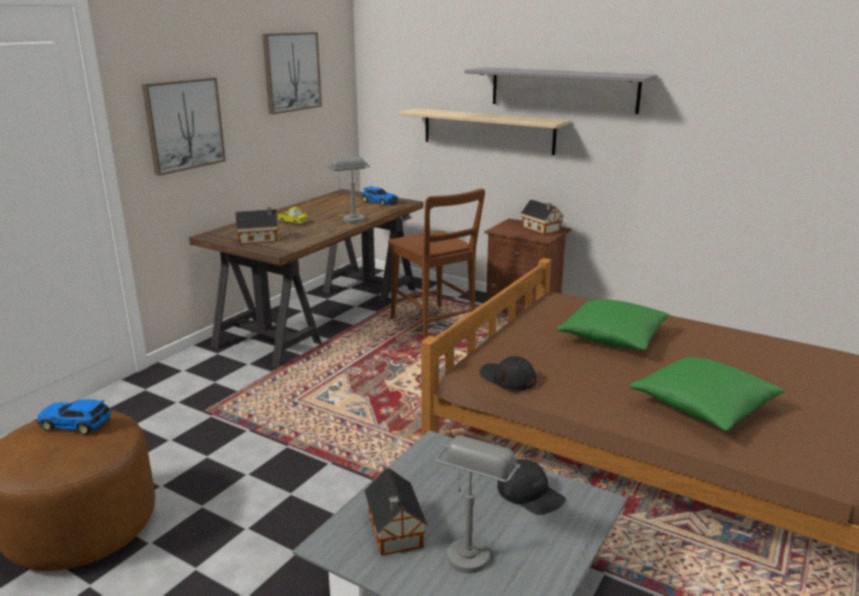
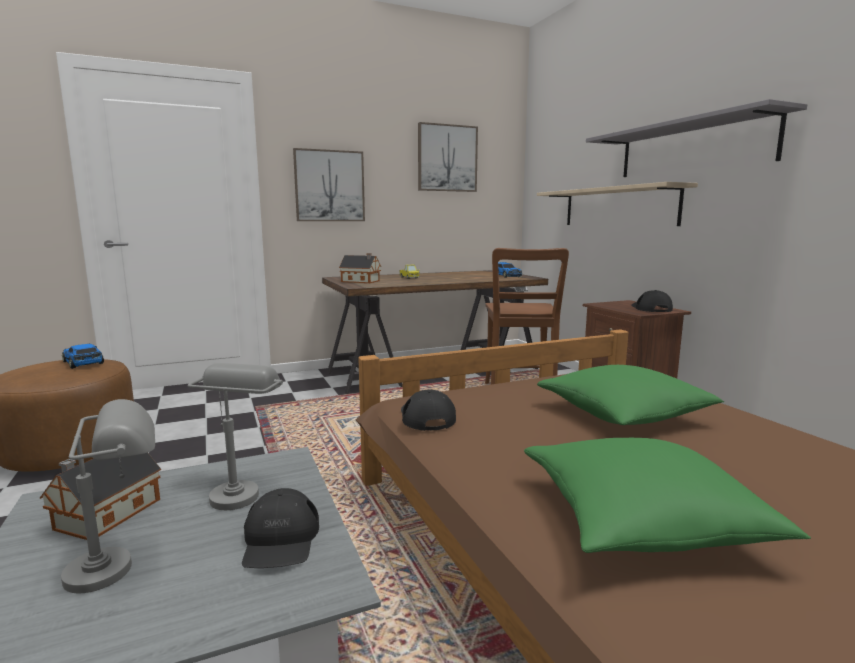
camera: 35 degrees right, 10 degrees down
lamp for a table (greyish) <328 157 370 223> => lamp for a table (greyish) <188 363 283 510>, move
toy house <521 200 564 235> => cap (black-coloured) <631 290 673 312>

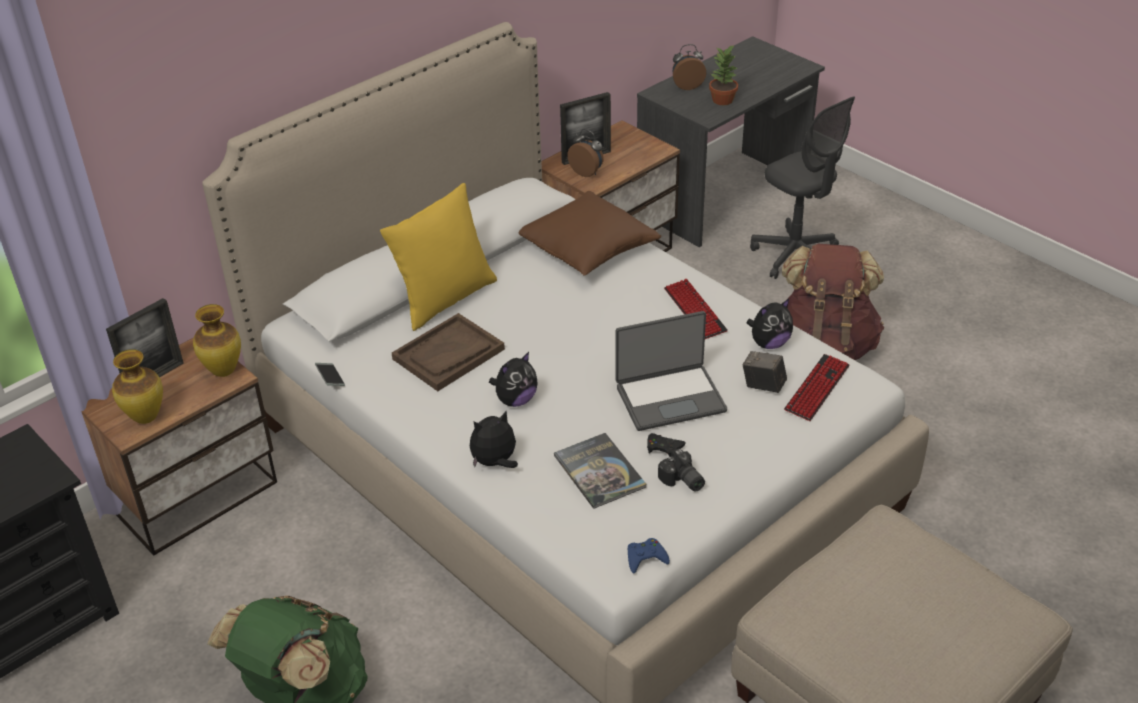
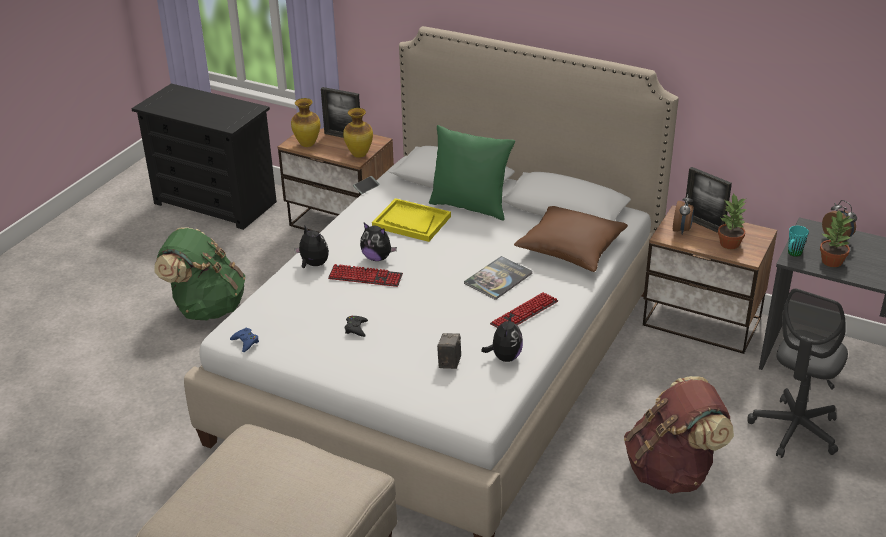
camera: 70 degrees right, 5 degrees down
pillow (yellow) <380 183 497 331> => pillow (green) <429 125 515 220>
plush toy <747 299 793 349> => plush toy <481 314 523 362>, 120 degrees counterclockwise
portable computer <616 311 727 431> => nothing
serving tray (brownish) <392 313 505 391> => serving tray (yellow) <372 198 451 242>
computer keyboard <784 354 850 421> => computer keyboard <328 264 403 287>, move
volume <554 433 647 509> => volume <464 256 533 300>, move
photo camera <658 449 705 492> => nothing
nothing => plant in a pot <718 193 747 249>
nothing => coffee mug (blue-green) <788 226 809 257>

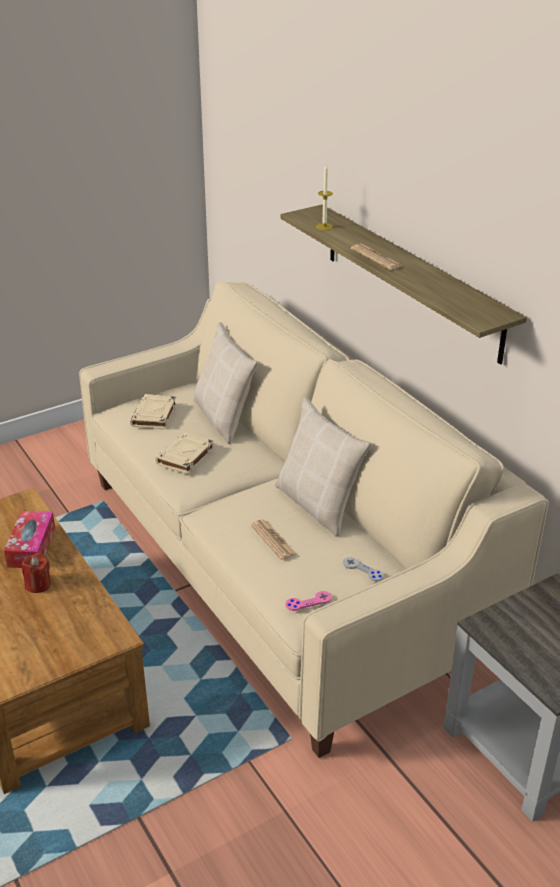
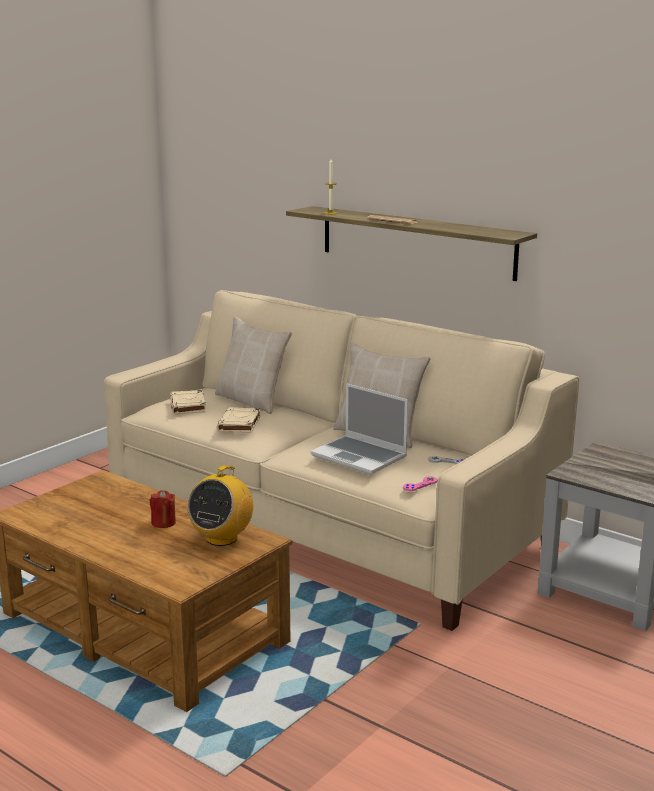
camera: 20 degrees left, 15 degrees down
tissue box <4 511 55 568> => nothing
daily paper <251 519 297 560> => portable computer <311 383 408 475>
nothing => radio set <188 465 253 546>

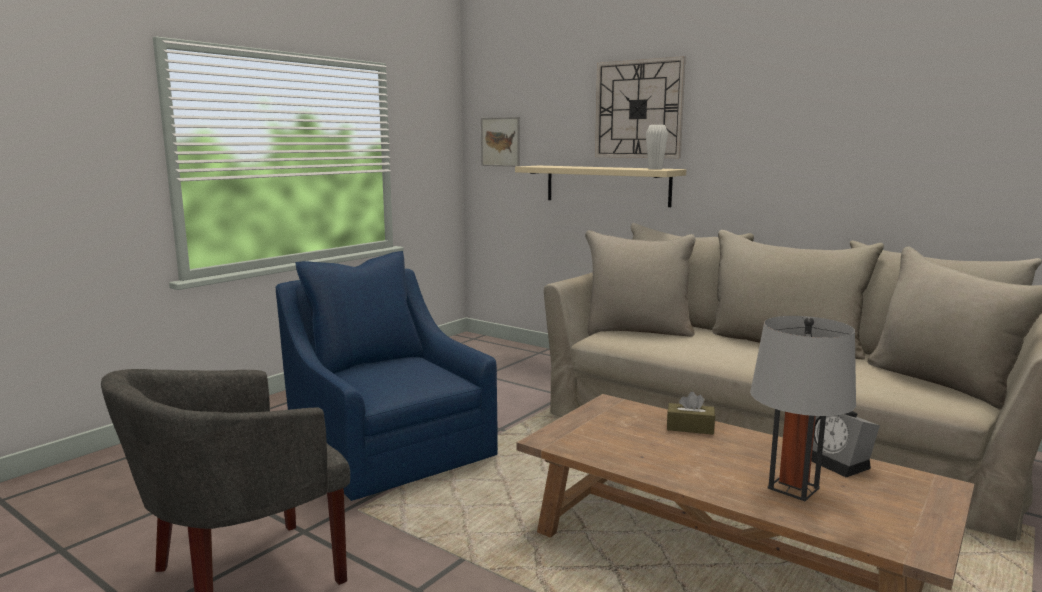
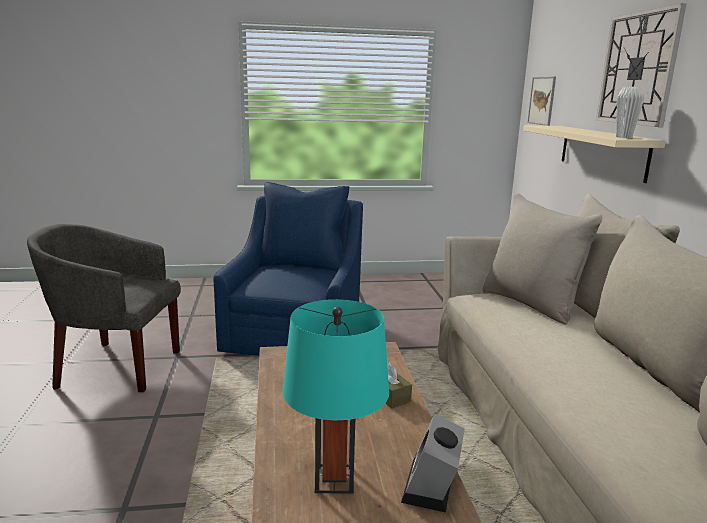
camera: 45 degrees right, 5 degrees up
lamp for a table (greyish) <750 316 856 501> => lamp for a table (blue-green) <283 299 389 494>

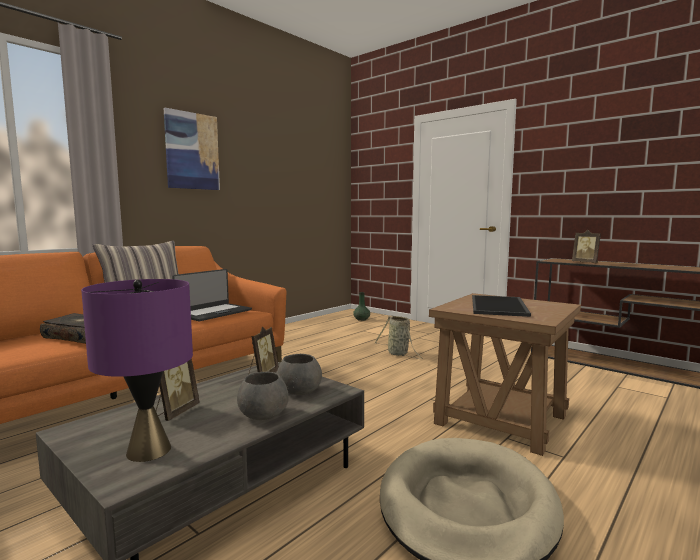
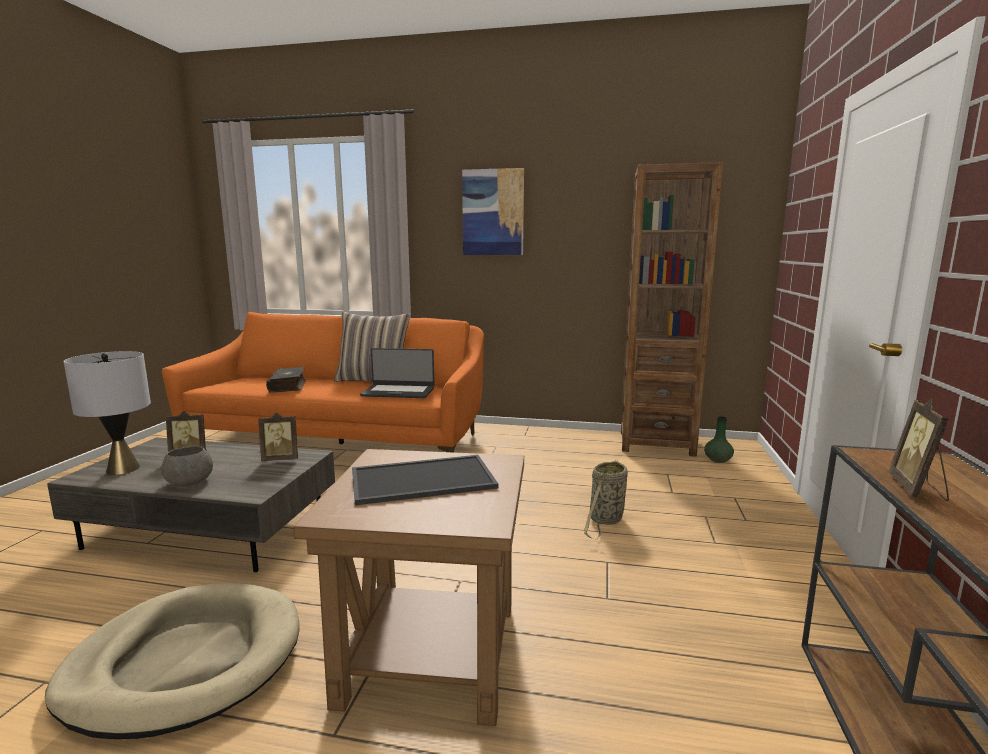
camera: 60 degrees right, 5 degrees up
lamp for a table (purple) <81 279 193 462> => lamp for a table (greyish) <64 351 151 475>
serving bowl (greyish) <277 354 322 395> => nothing
nothing => bookshelf (brownish) <621 162 723 457>

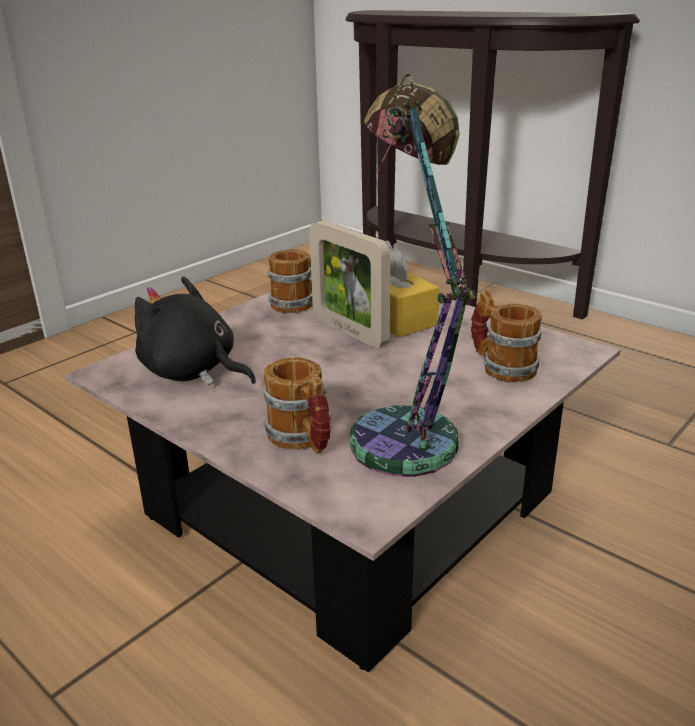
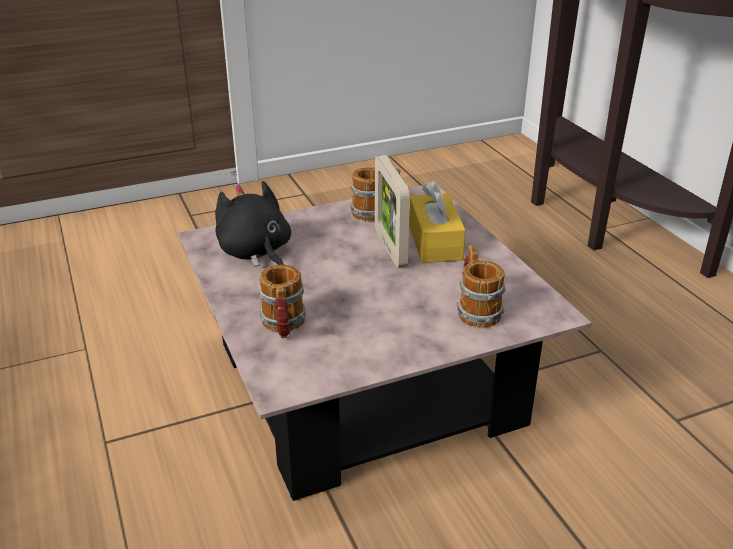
camera: 25 degrees right, 5 degrees up
lamp for a table <350 74 476 477> => nothing

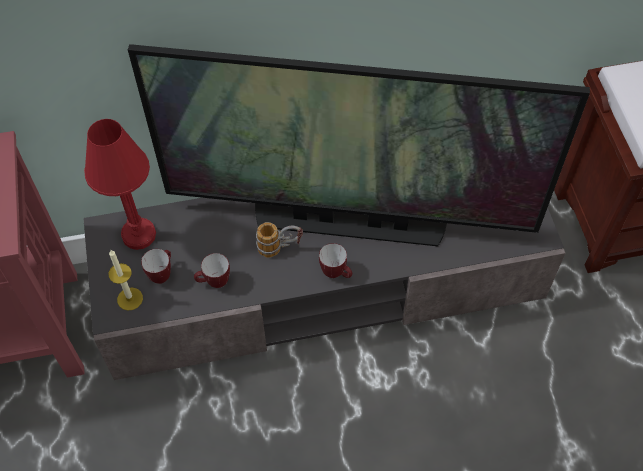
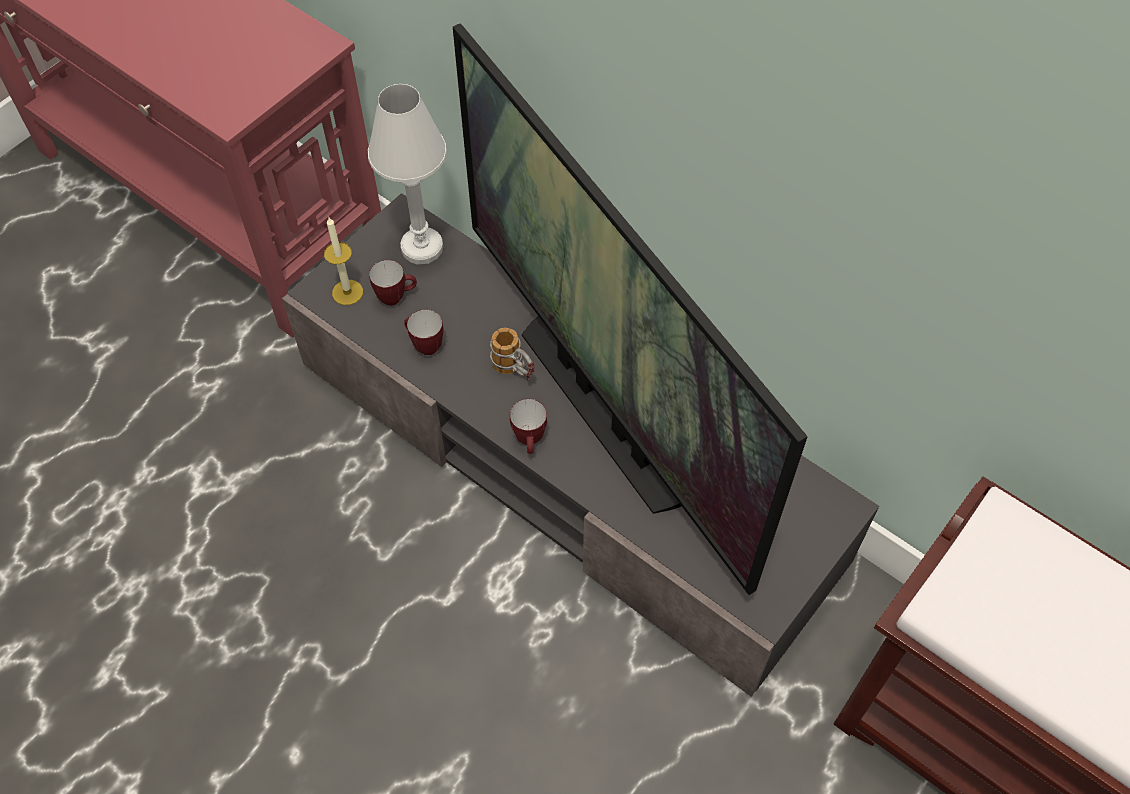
camera: 50 degrees right, 0 degrees up
lamp for a table (red) <84 119 156 250> => lamp for a table (white) <368 84 447 264>

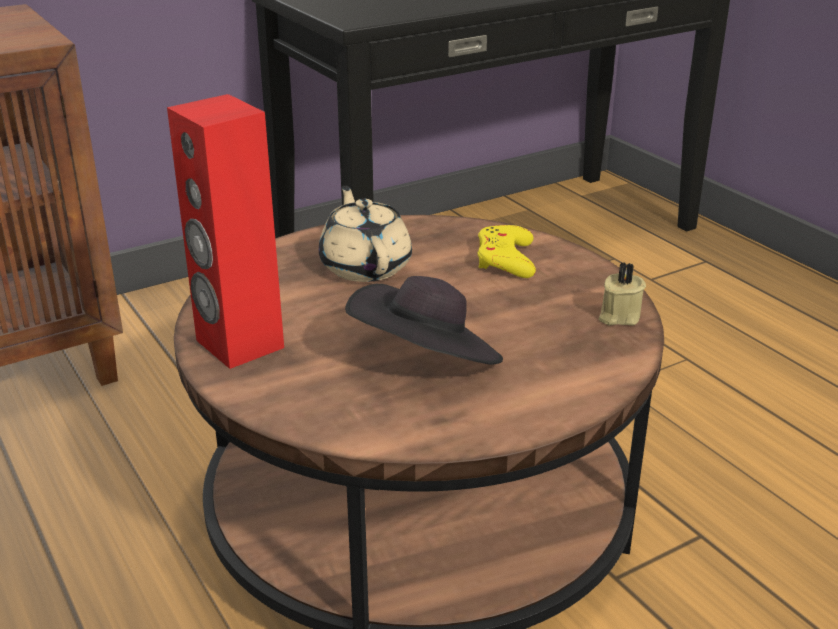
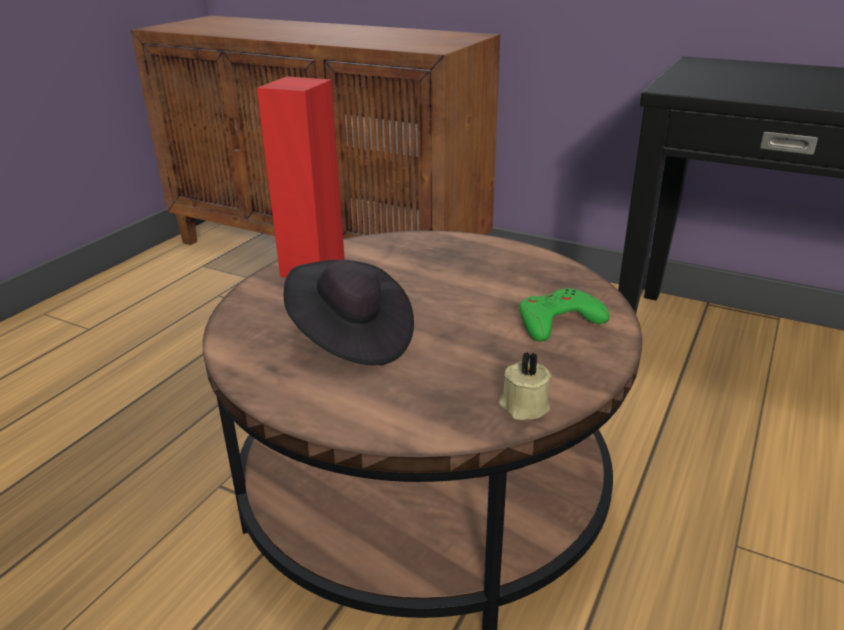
camera: 60 degrees right, 0 degrees up
teapot (beige-coloured) <319 186 412 282> => nothing
joypad (yellow) <478 225 536 278> => joypad (green) <519 288 610 342>

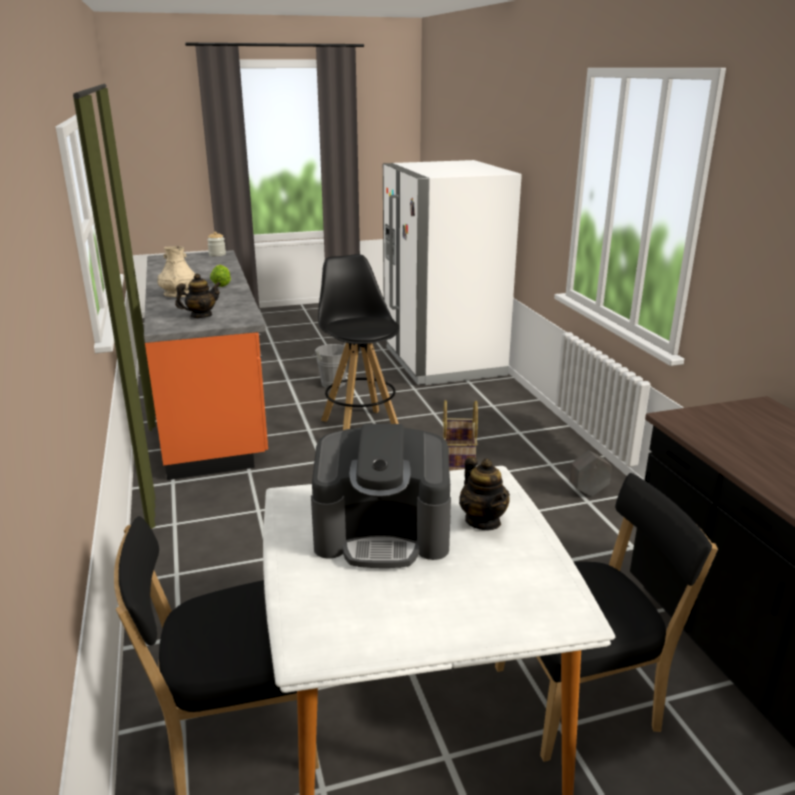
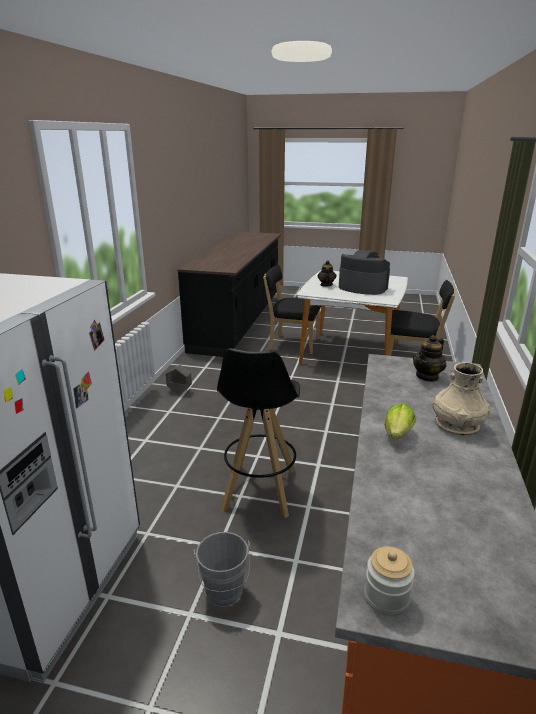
camera: 150 degrees left, 0 degrees up
teapot <175 273 221 318> => teapot <413 335 446 382>, 45 degrees counterclockwise
basket <443 400 478 471> => nothing

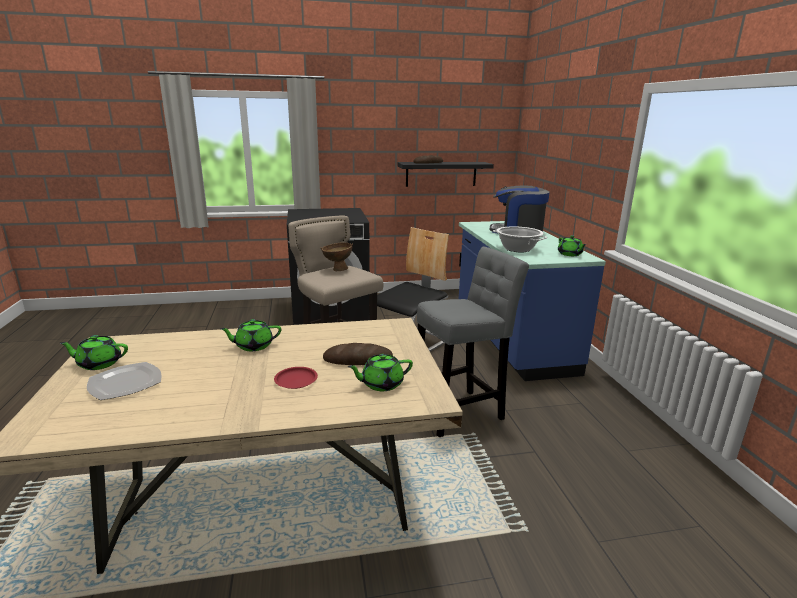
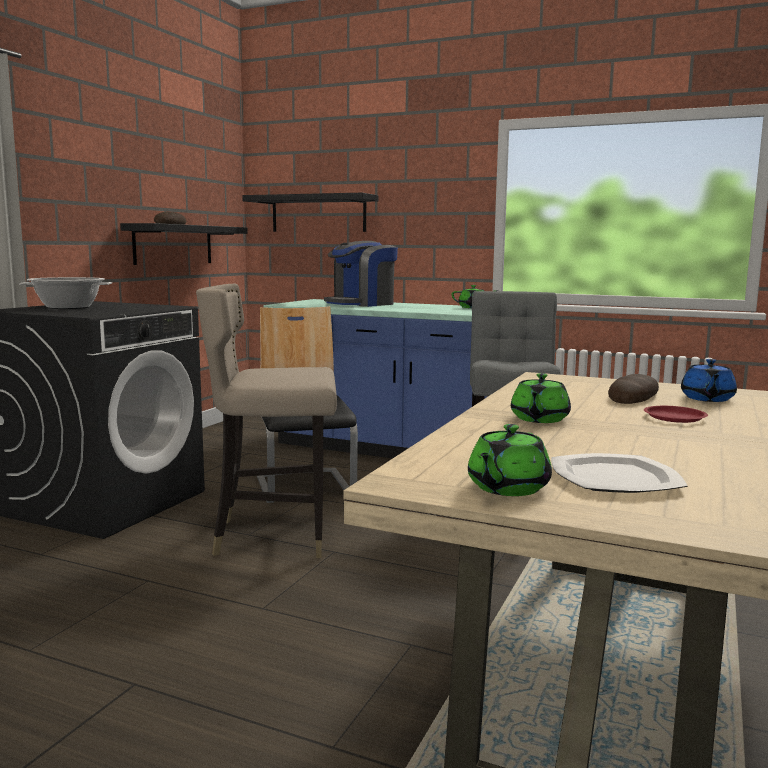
camera: 55 degrees left, 10 degrees down
stockpot <493 226 547 252> => stockpot <19 277 112 309>, move
serving bowl (brownish) <320 242 353 271> => nothing
teapot (green) <347 354 413 391> => teapot (blue) <681 359 737 402>
nothing => wall shelf (black-coloured) <242 193 378 232>

